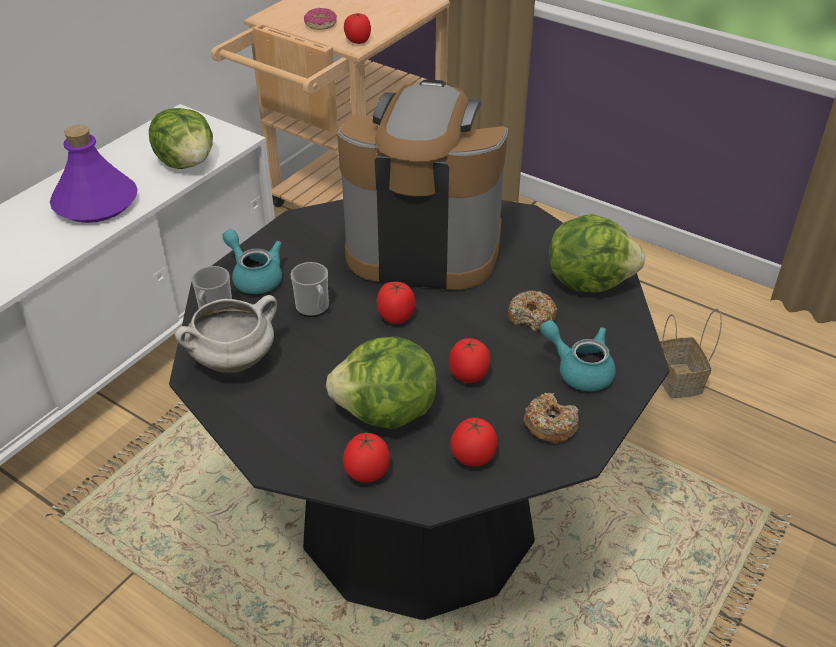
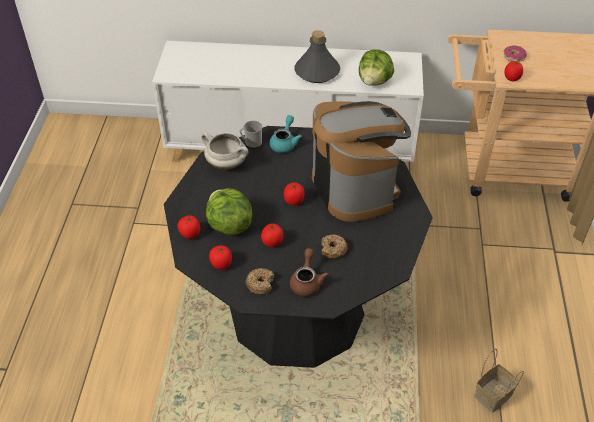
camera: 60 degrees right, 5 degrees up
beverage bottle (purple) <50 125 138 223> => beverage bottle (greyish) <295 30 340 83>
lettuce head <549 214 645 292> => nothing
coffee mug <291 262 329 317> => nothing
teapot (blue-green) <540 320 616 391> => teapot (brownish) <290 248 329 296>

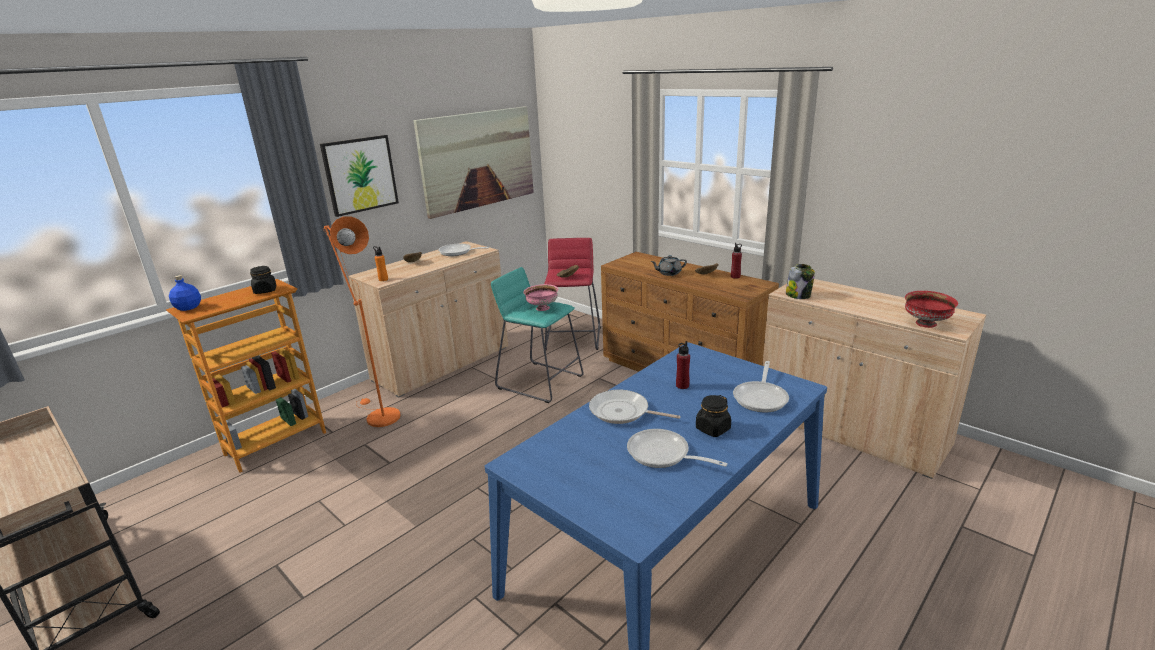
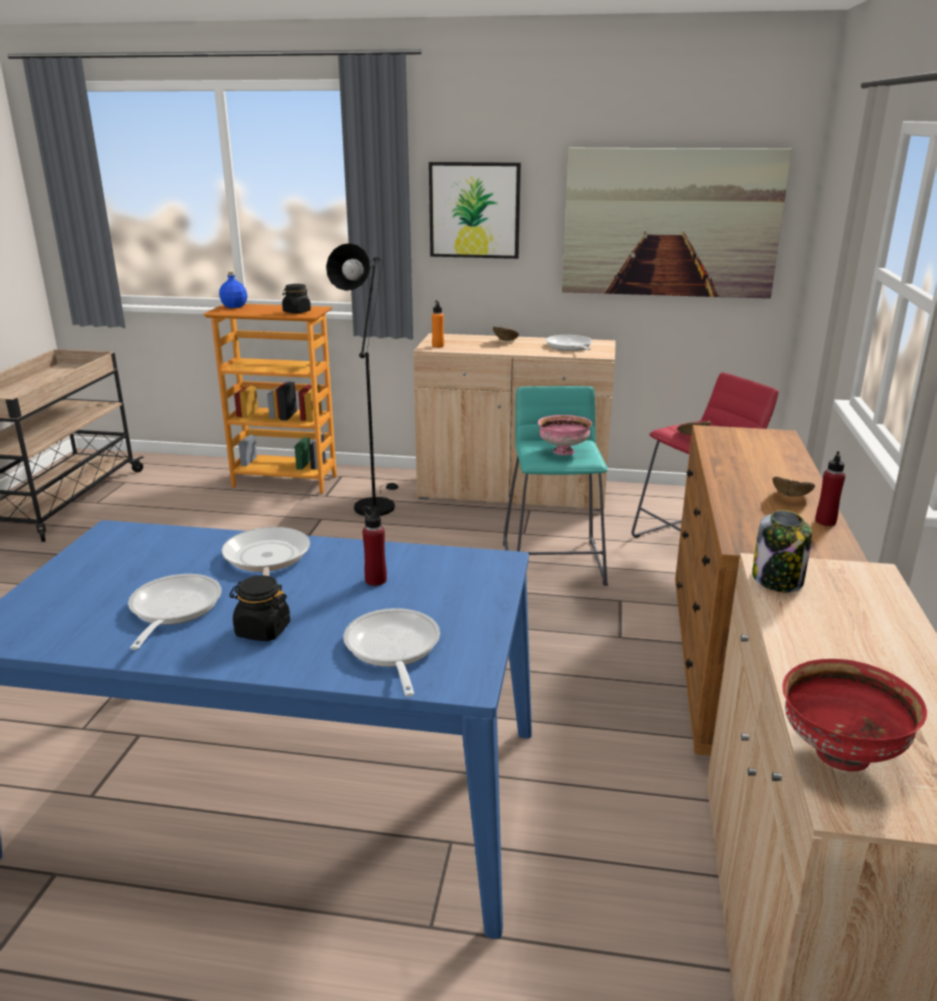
camera: 55 degrees right, 0 degrees up
floor lamp (orange-coloured) <323 216 401 427> => floor lamp (black-coloured) <326 243 398 516>
teapot (greyish) <650 255 687 276> => nothing
skillet <733 361 789 412> => skillet <344 608 440 696>, 90 degrees clockwise

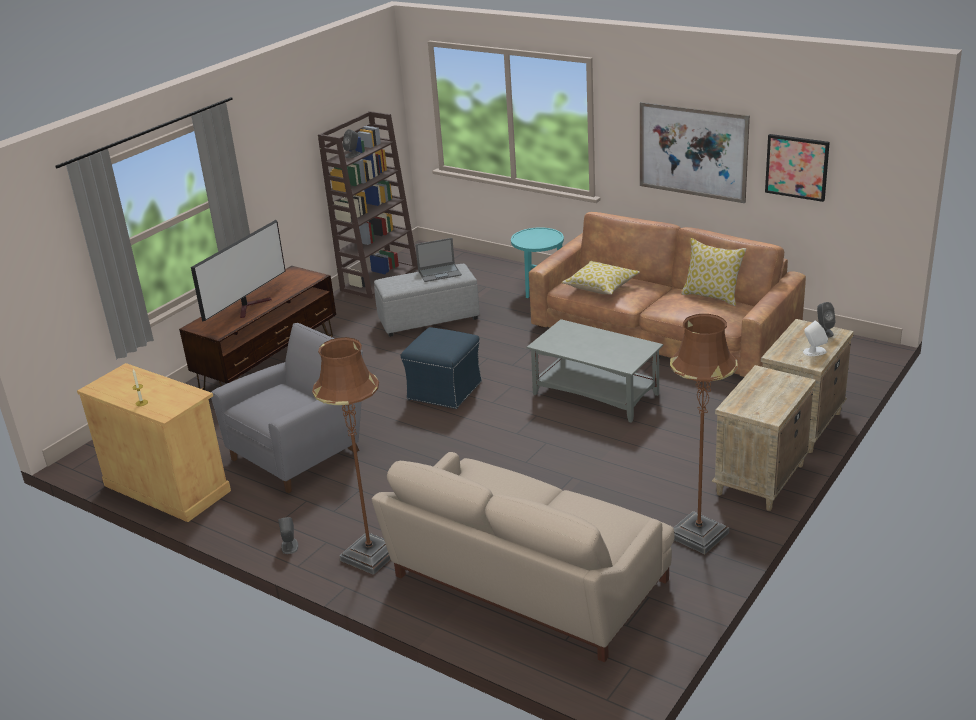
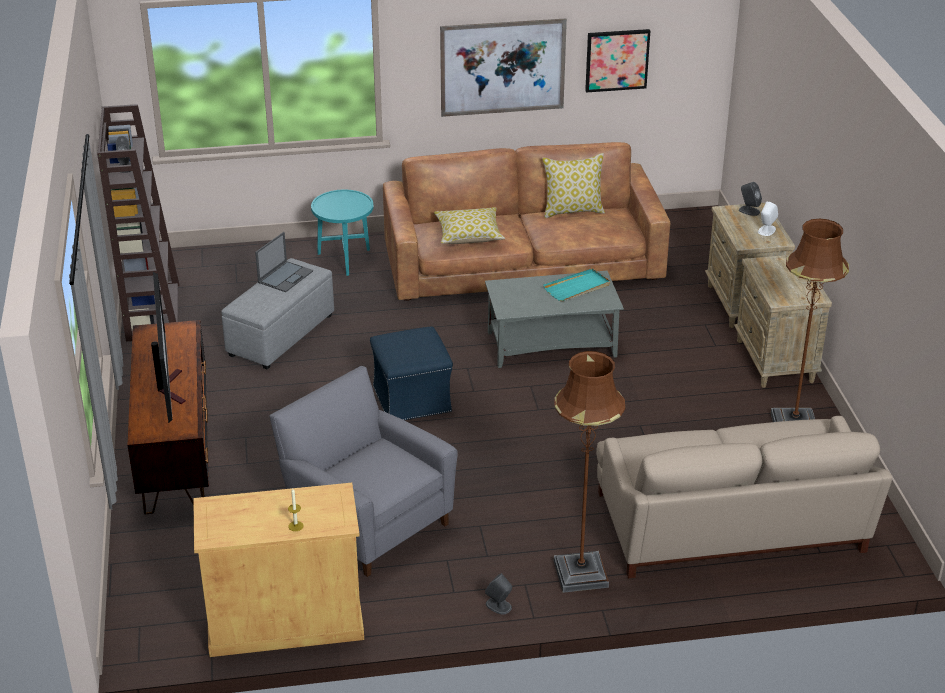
camera: 45 degrees left, 5 degrees up
easy chair (greyish) <211 323 363 493> => easy chair (greyish) <269 366 458 577>, 45 degrees counterclockwise
nothing => serving tray (blue-green) <543 269 610 301>

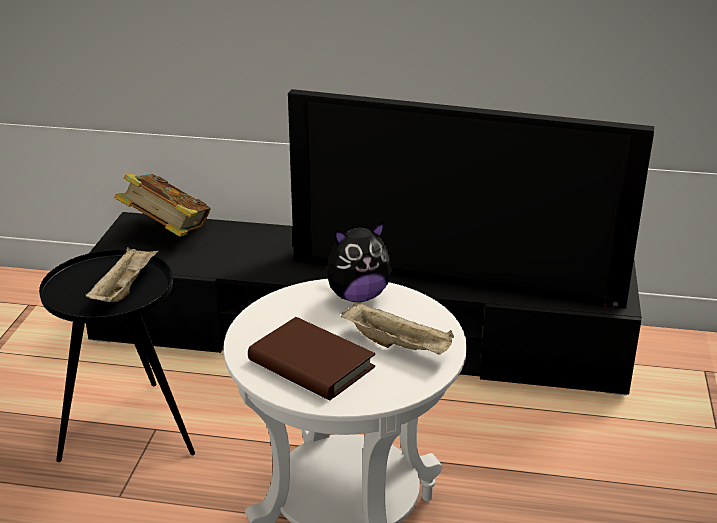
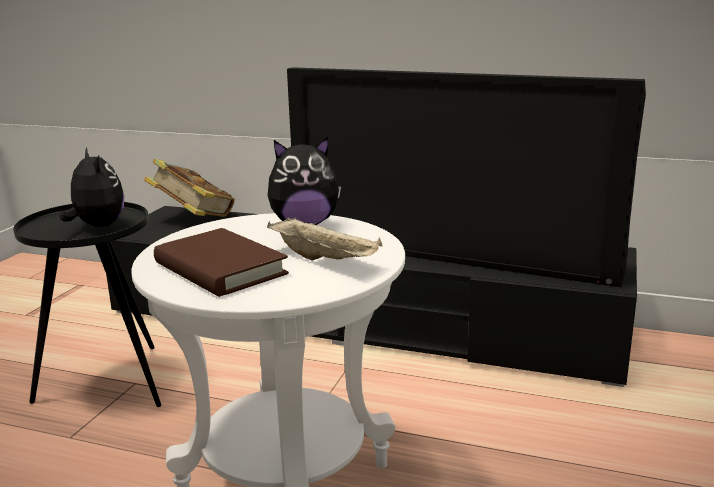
camera: 10 degrees right, 10 degrees down
serving tray (beige-coloured) <85 247 158 302> => plush toy <59 148 124 227>

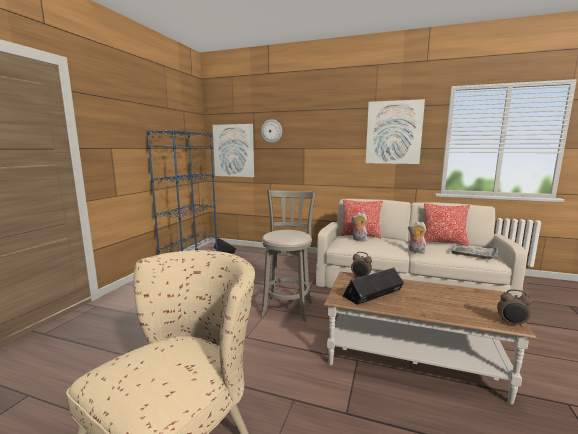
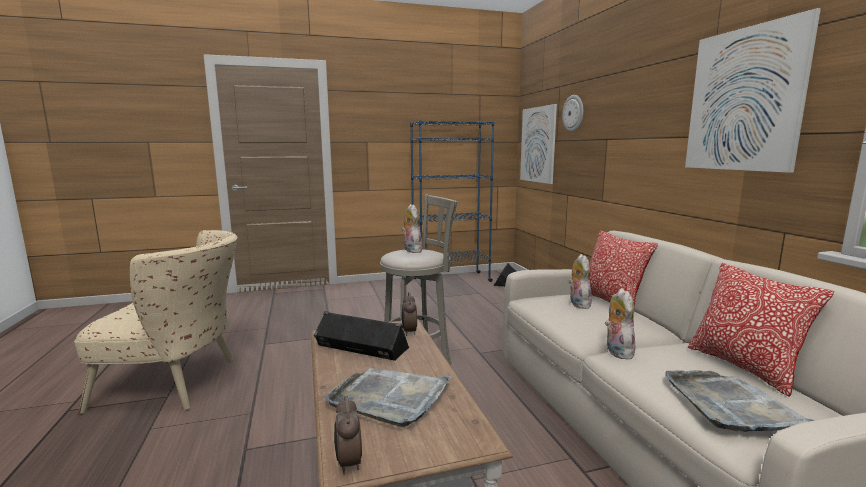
camera: 55 degrees right, 0 degrees up
nothing => plush toy <401 204 423 253>
nothing => serving tray (greyish) <324 368 453 427>

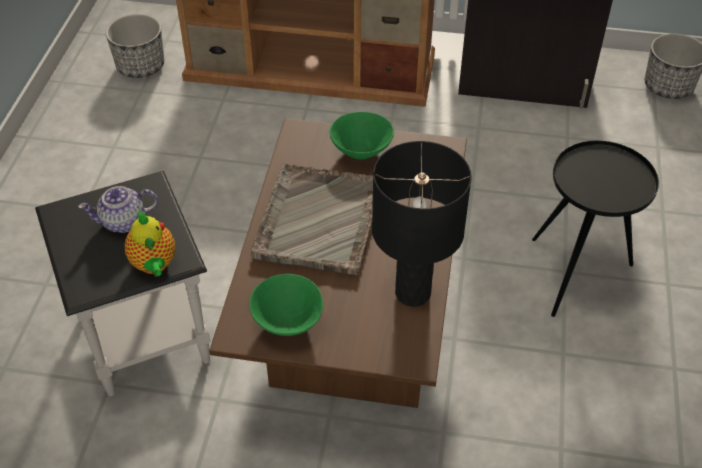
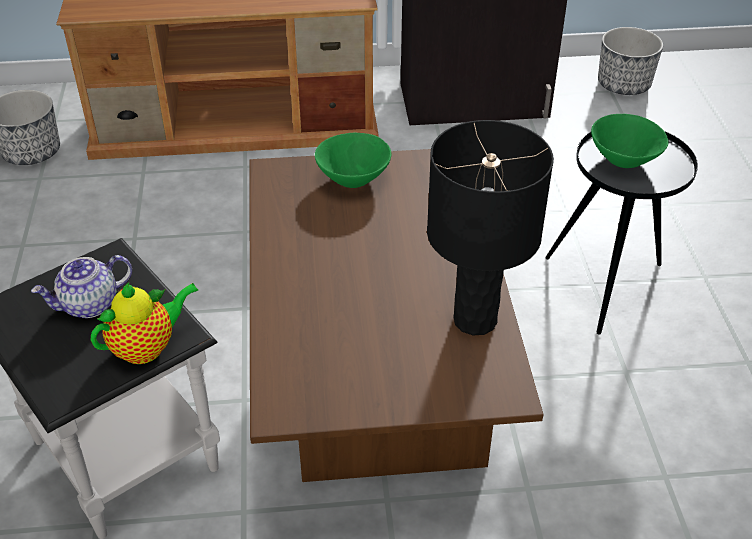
camera: 15 degrees left, 5 degrees down
serving tray (greyish) <251 163 373 275> => nothing
teapot <125 210 175 277> => teapot <91 283 198 364>, 90 degrees counterclockwise
serving bowl (green) <249 274 323 336> => serving bowl (green) <591 114 668 168>, move

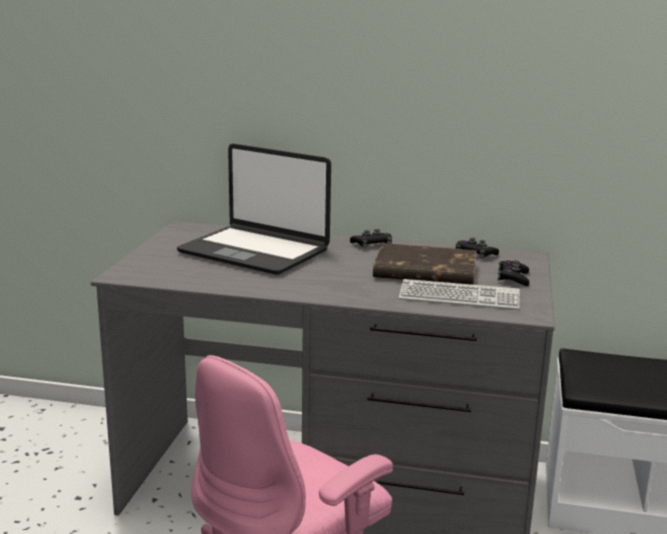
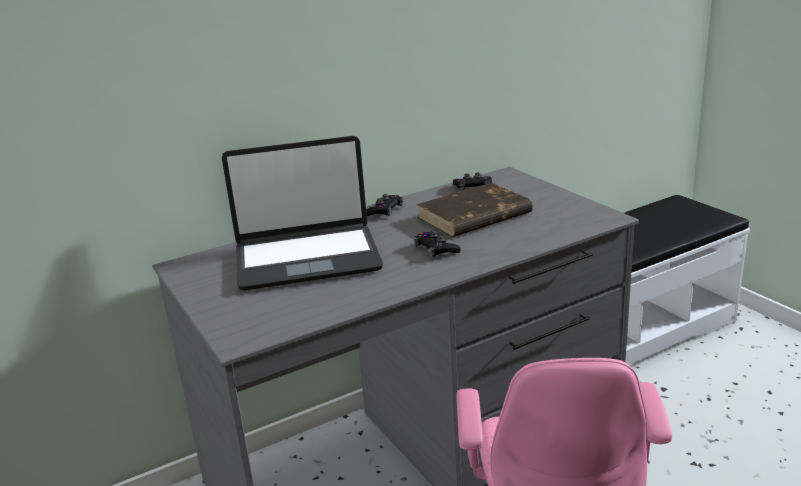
camera: 40 degrees left, 5 degrees up
joypad (black-coloured) <498 260 529 286> => joypad (black-coloured) <413 231 460 258>, move
computer keyboard <399 279 520 310> => nothing

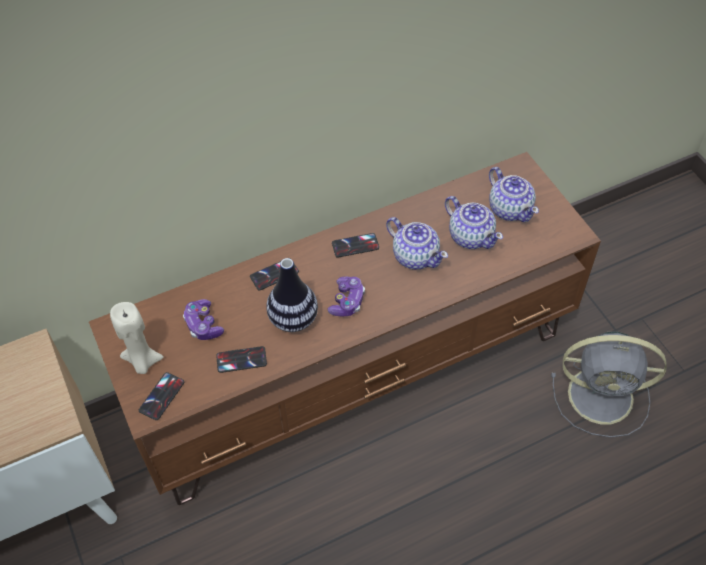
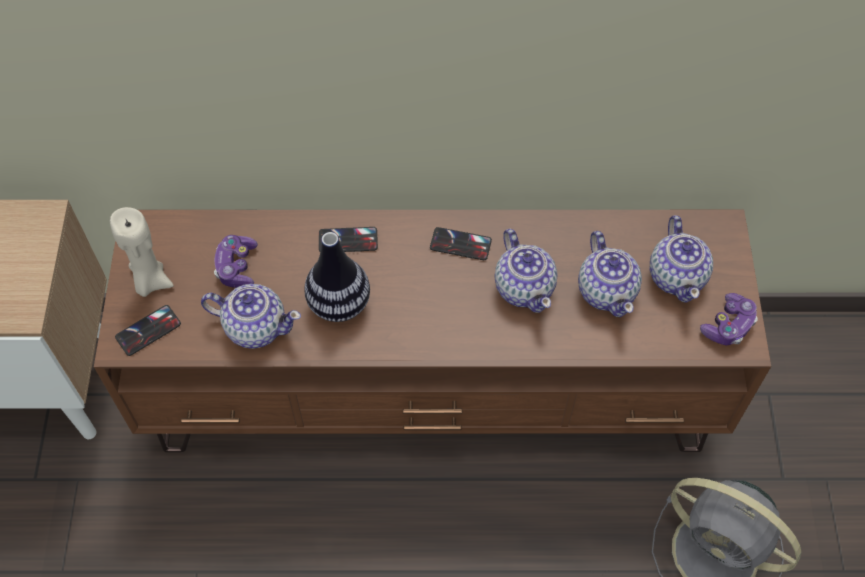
camera: 25 degrees right, 5 degrees up
joypad <328 276 365 316> => joypad <700 293 758 346>, move
handset <216 346 267 373> => teapot <201 284 301 349>

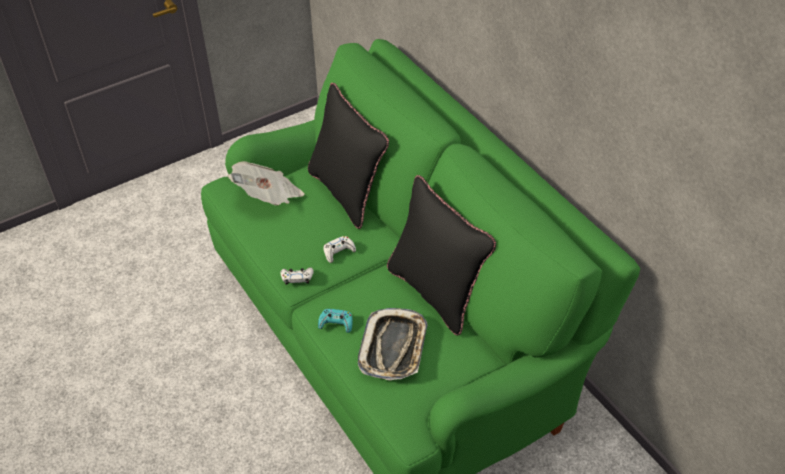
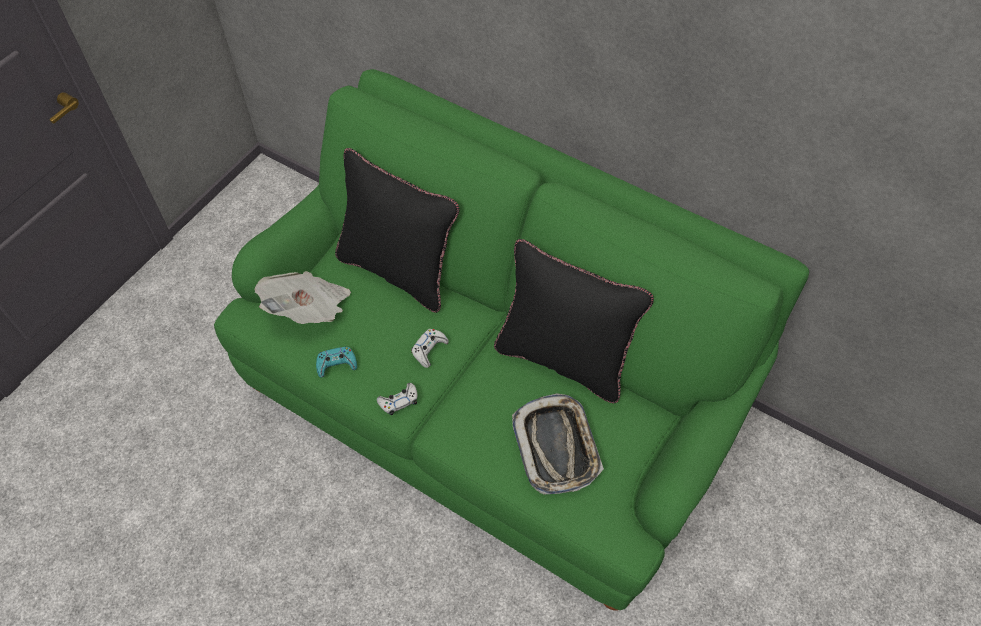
camera: 25 degrees left, 10 degrees up
joypad (blue-green) <318 309 353 333> => joypad (blue-green) <316 346 357 378>, move

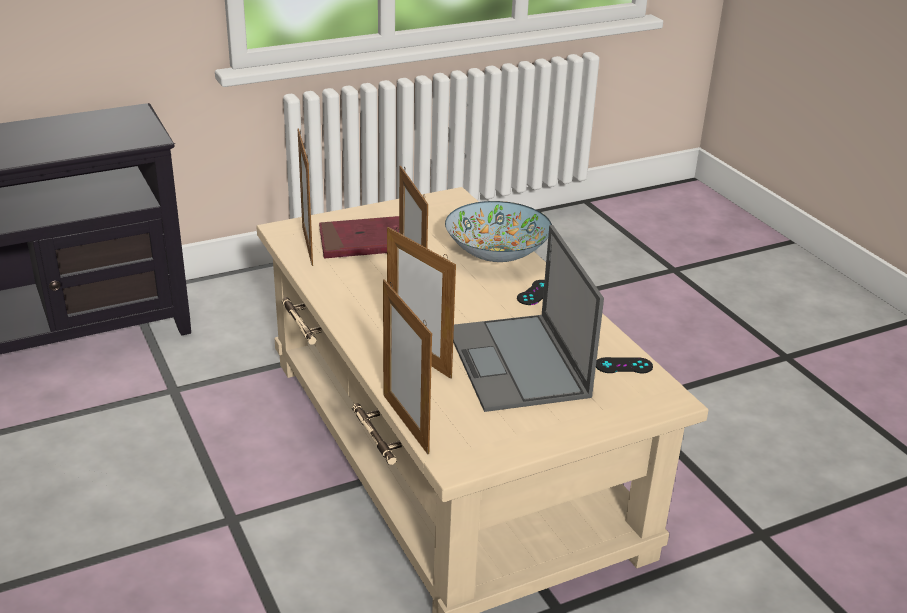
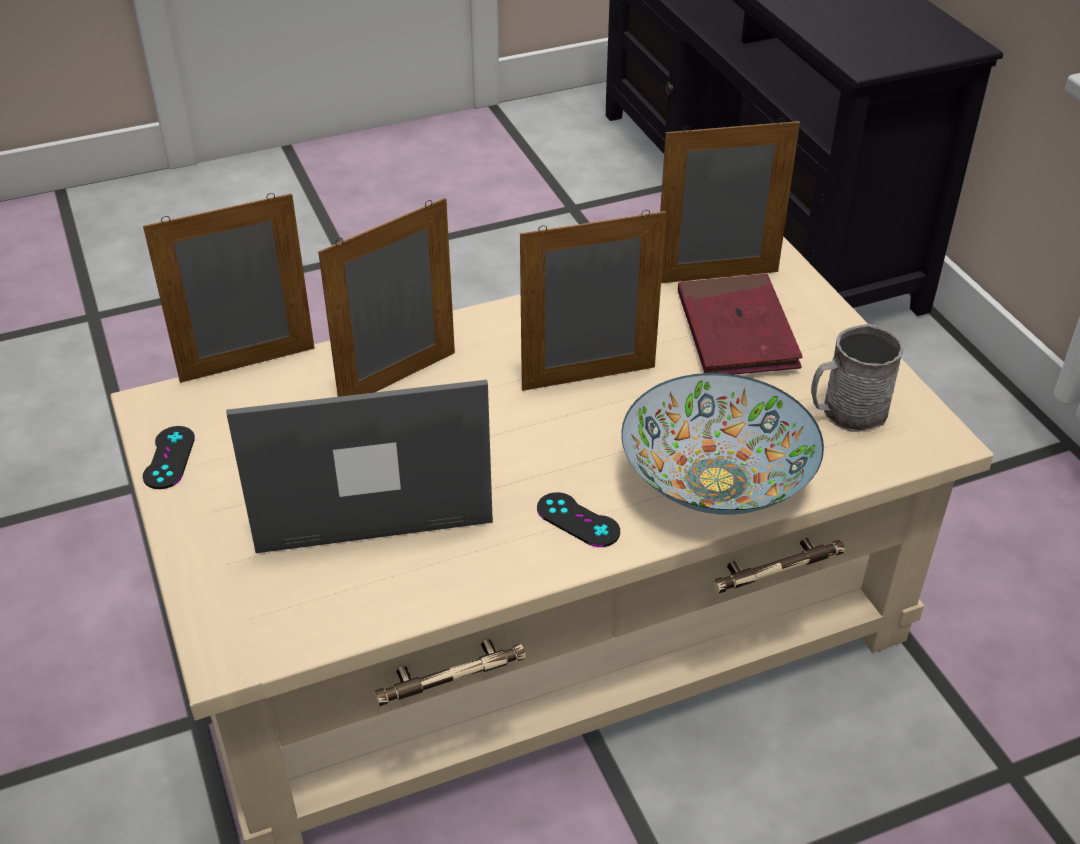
camera: 95 degrees right, 10 degrees up
joypad (black-coloured) <596 357 653 373> => joypad (black-coloured) <143 426 195 489>, move
nothing => coffee mug (greyish) <811 324 904 432>

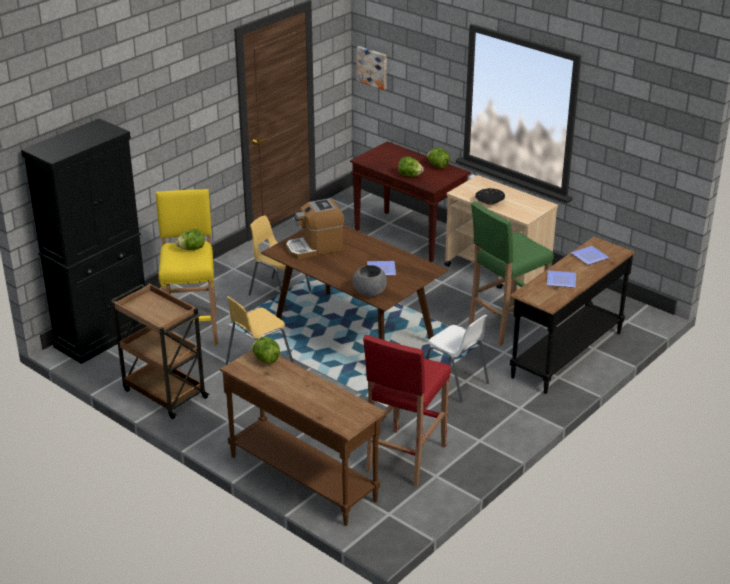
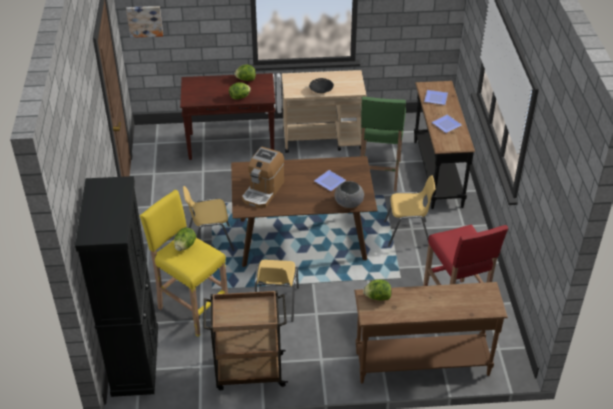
camera: 45 degrees left, 10 degrees up
upright chair (white) <426 315 489 402> => upright chair (yellow) <384 175 435 247>

